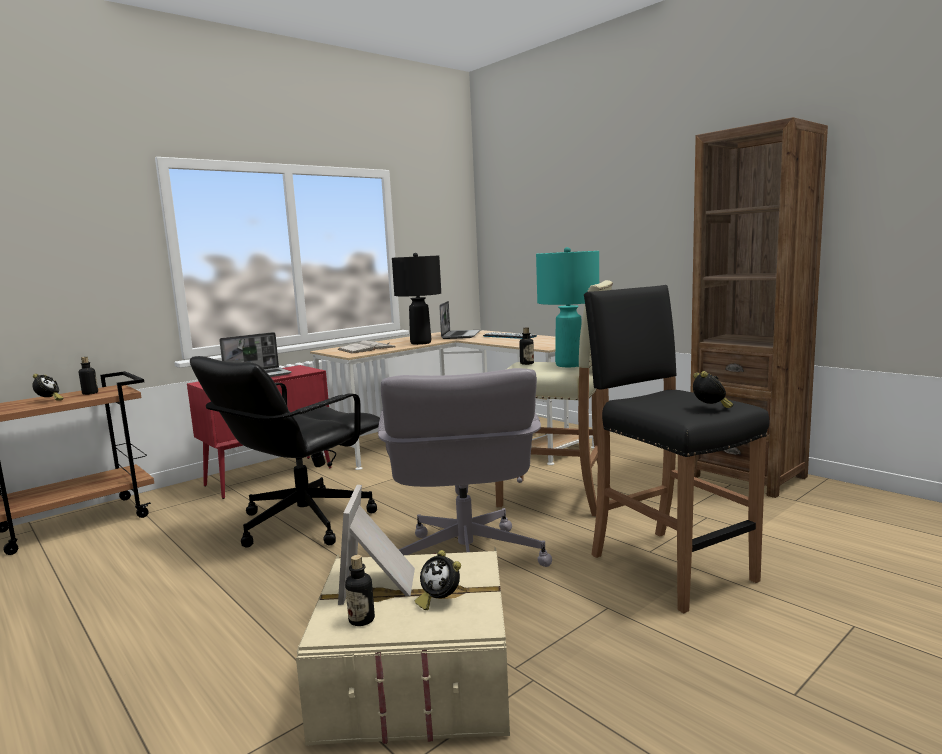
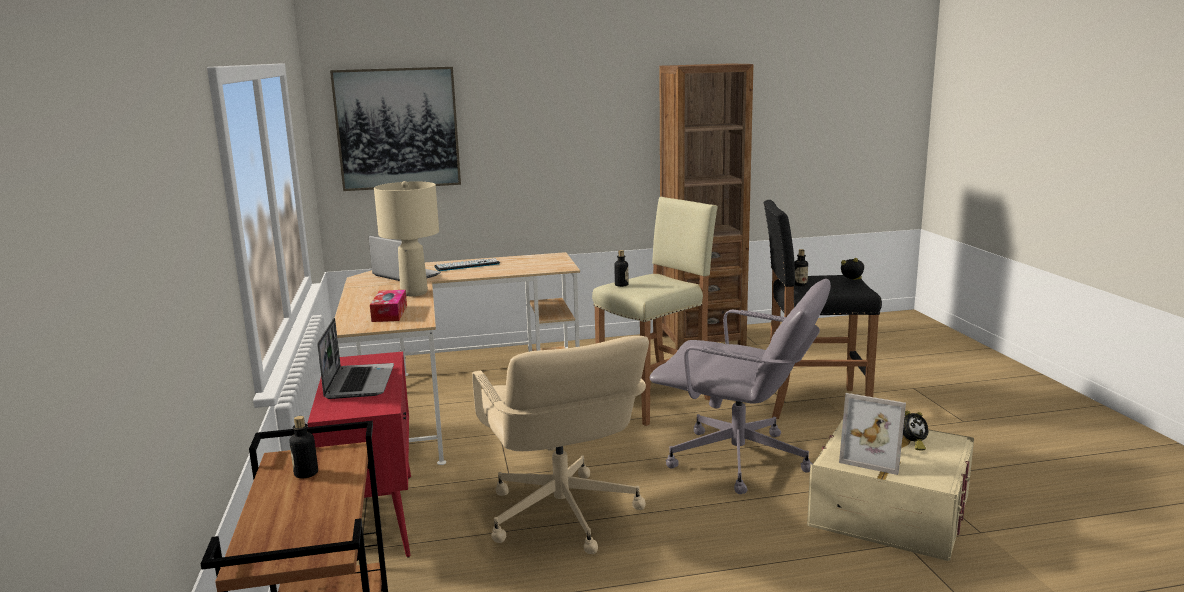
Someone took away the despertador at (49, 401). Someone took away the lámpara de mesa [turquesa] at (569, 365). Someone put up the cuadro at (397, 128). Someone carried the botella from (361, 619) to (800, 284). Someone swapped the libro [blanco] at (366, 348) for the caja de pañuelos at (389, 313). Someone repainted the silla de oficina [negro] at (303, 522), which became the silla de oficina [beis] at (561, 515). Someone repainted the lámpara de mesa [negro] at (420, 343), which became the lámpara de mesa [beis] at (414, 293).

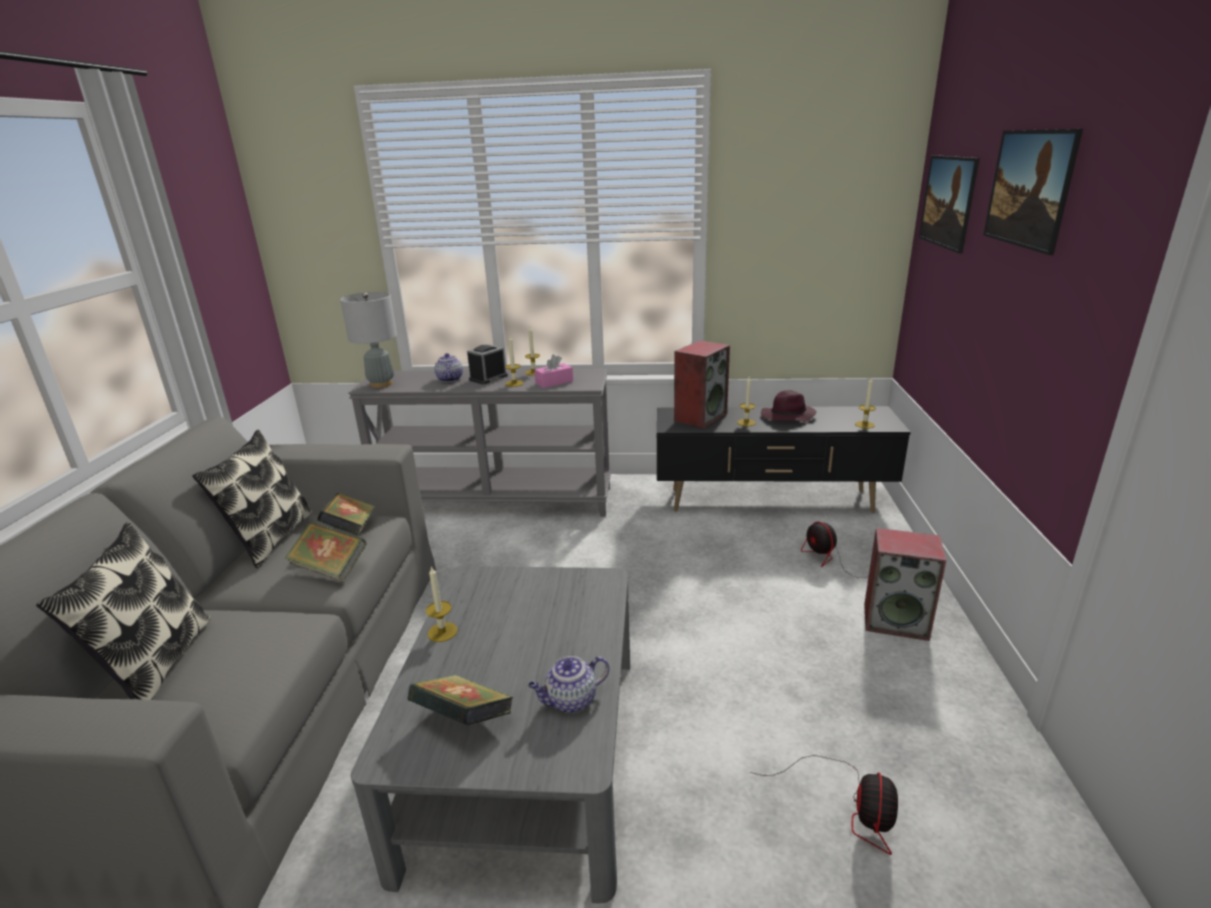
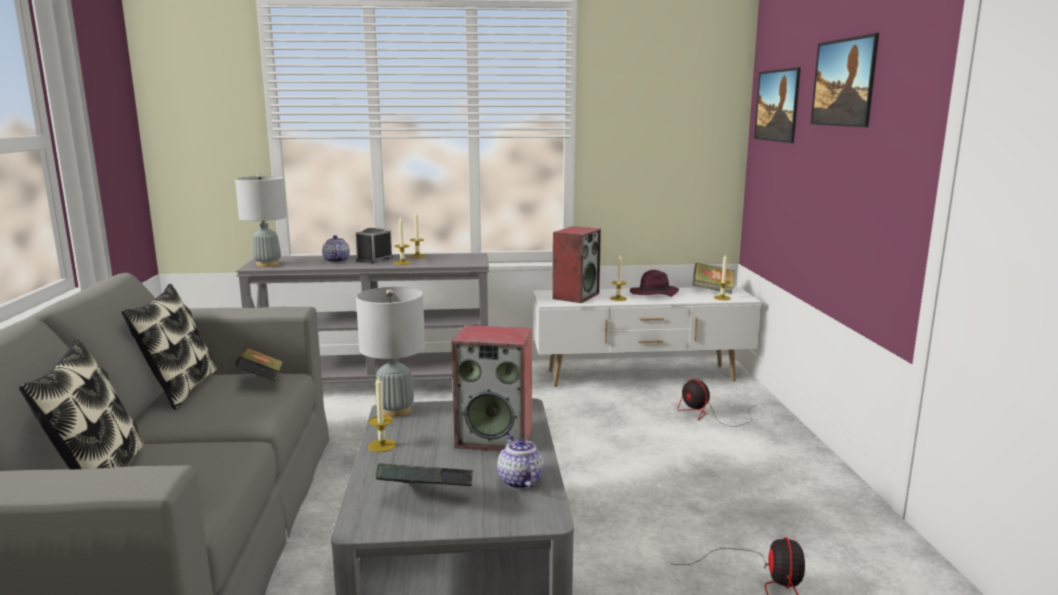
Someone took away the caja de pañuelos [rosa] at (554, 382). Someone put down the lámpara de mesa [gris] at (395, 411). Someone carried the libro from (330, 569) to (713, 290). Someone carried the altavoz from (896, 621) to (495, 438). Someone repainted the mueble de televisión [negro] at (770, 501), which became the mueble de televisión [blanco] at (641, 376). Someone rotated the tetera at (570, 701) by 105 degrees clockwise.

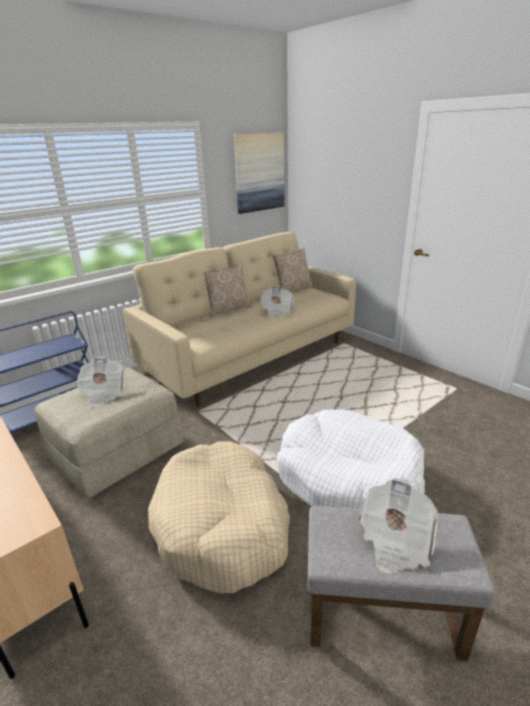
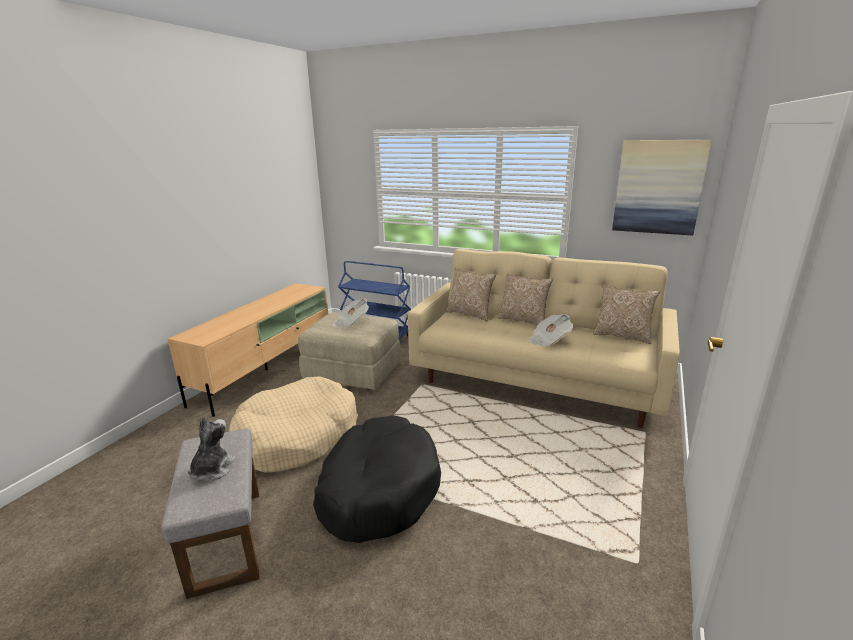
Someone put down the cojín at (470, 314). Someone swapped the periódico at (395, 541) for the peluche at (212, 470). Someone repainted the cama para perro [blanco] at (348, 477), which became the cama para perro [negro] at (378, 489).

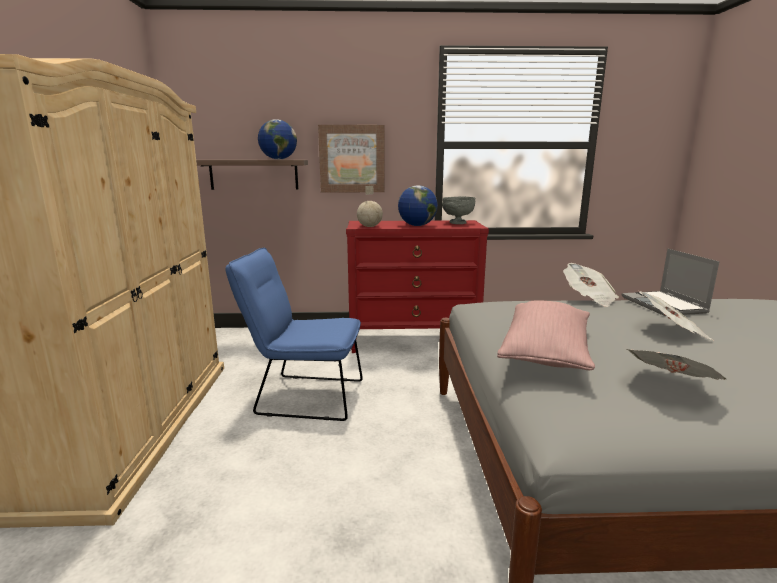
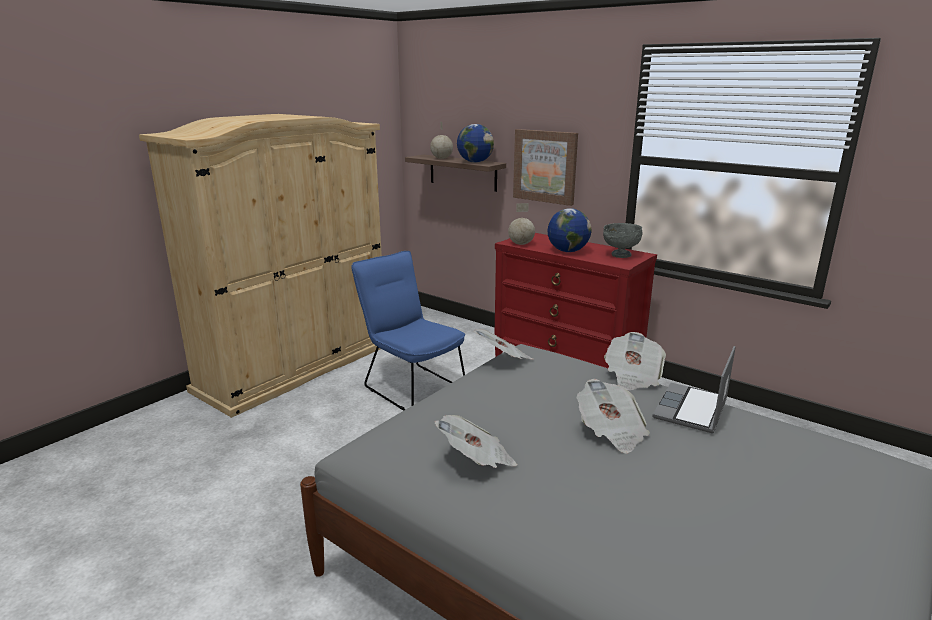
Someone took away the cojín [rosa] at (546, 353). Someone put down the globo terráqueo at (442, 158). Someone put down the periódico at (503, 359).

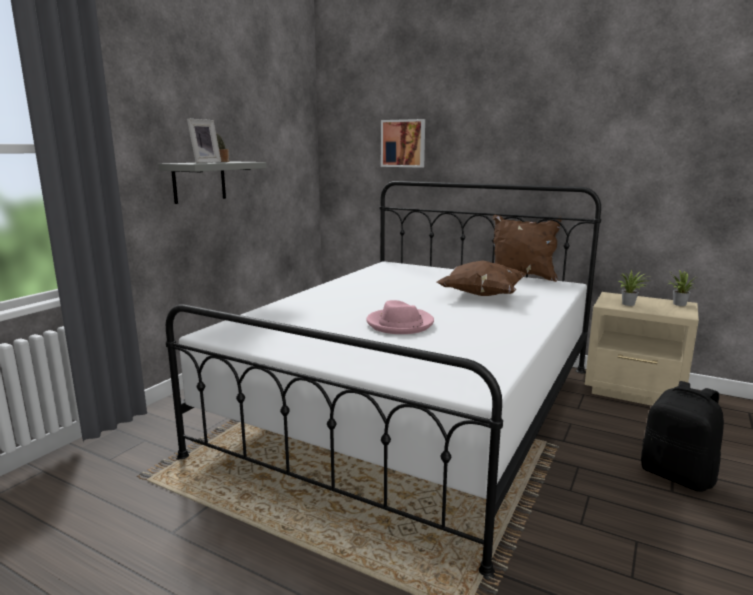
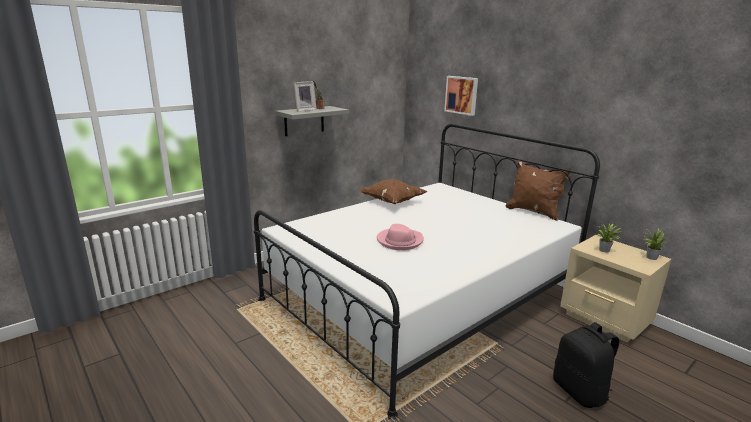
Someone carried the cojín [marrón] from (481, 295) to (391, 202).

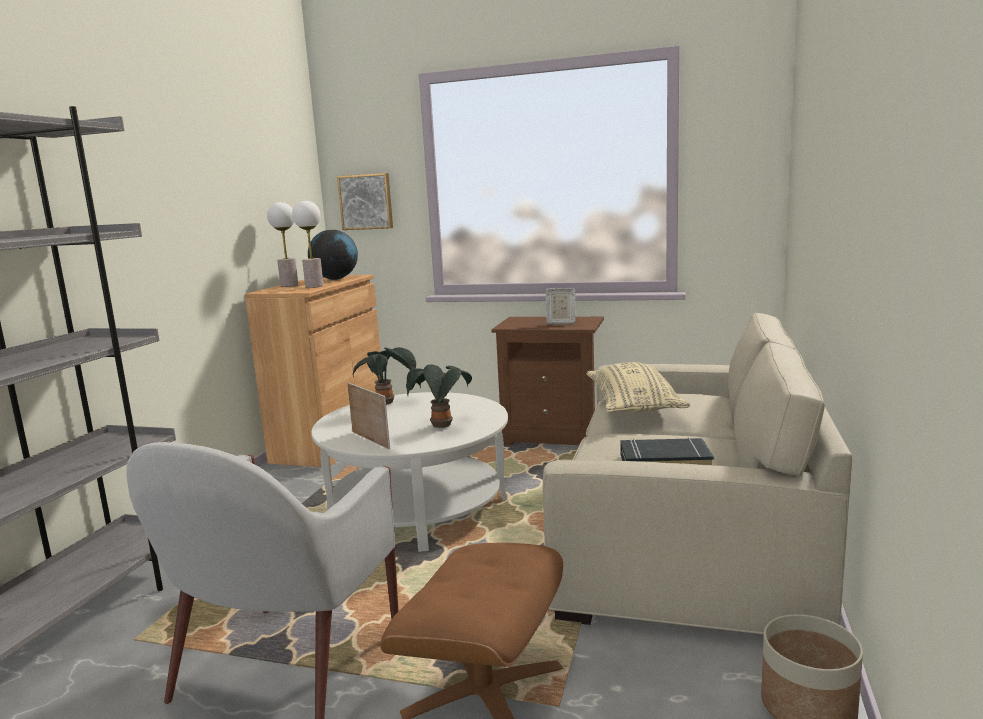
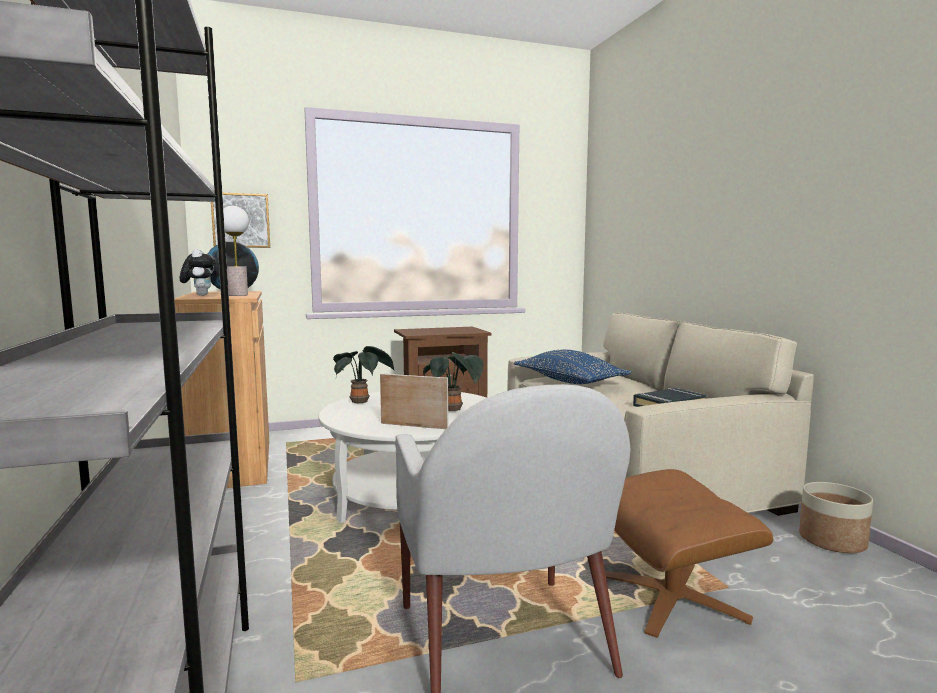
Someone took away the portarretratos at (560, 323). Someone swapped the lámpara de mesa at (289, 285) for the peluche at (200, 295). Someone repainted the cojín [beis] at (633, 405), which became the cojín [azul] at (569, 381).

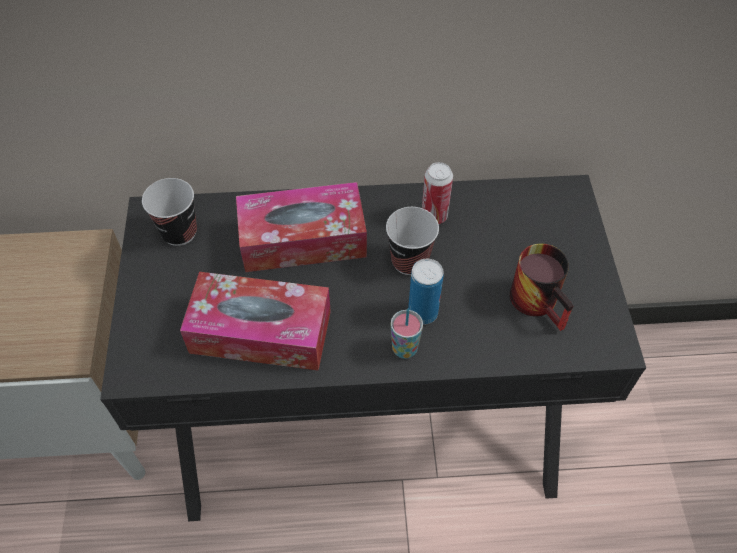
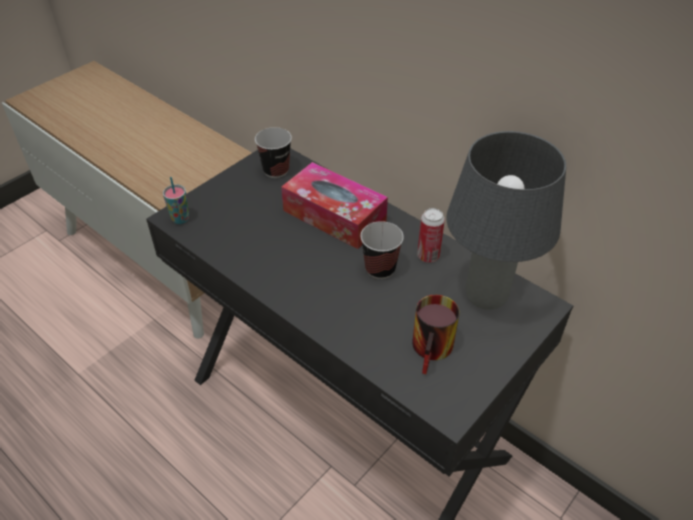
Someone took away the caja de pañuelos at (261, 332). Someone took away the lata at (422, 313). Someone put down the lámpara de mesa [gris] at (486, 298). Someone carried the taza from (404, 349) to (180, 219).

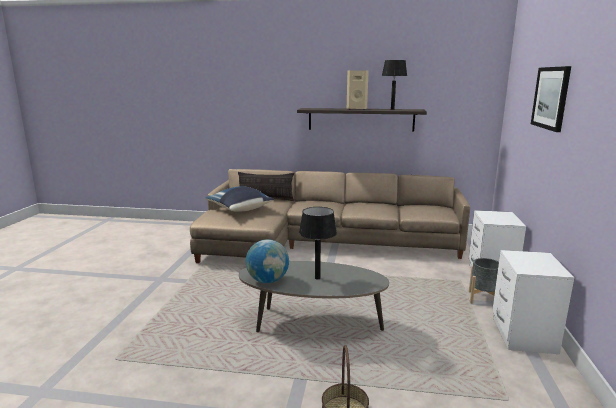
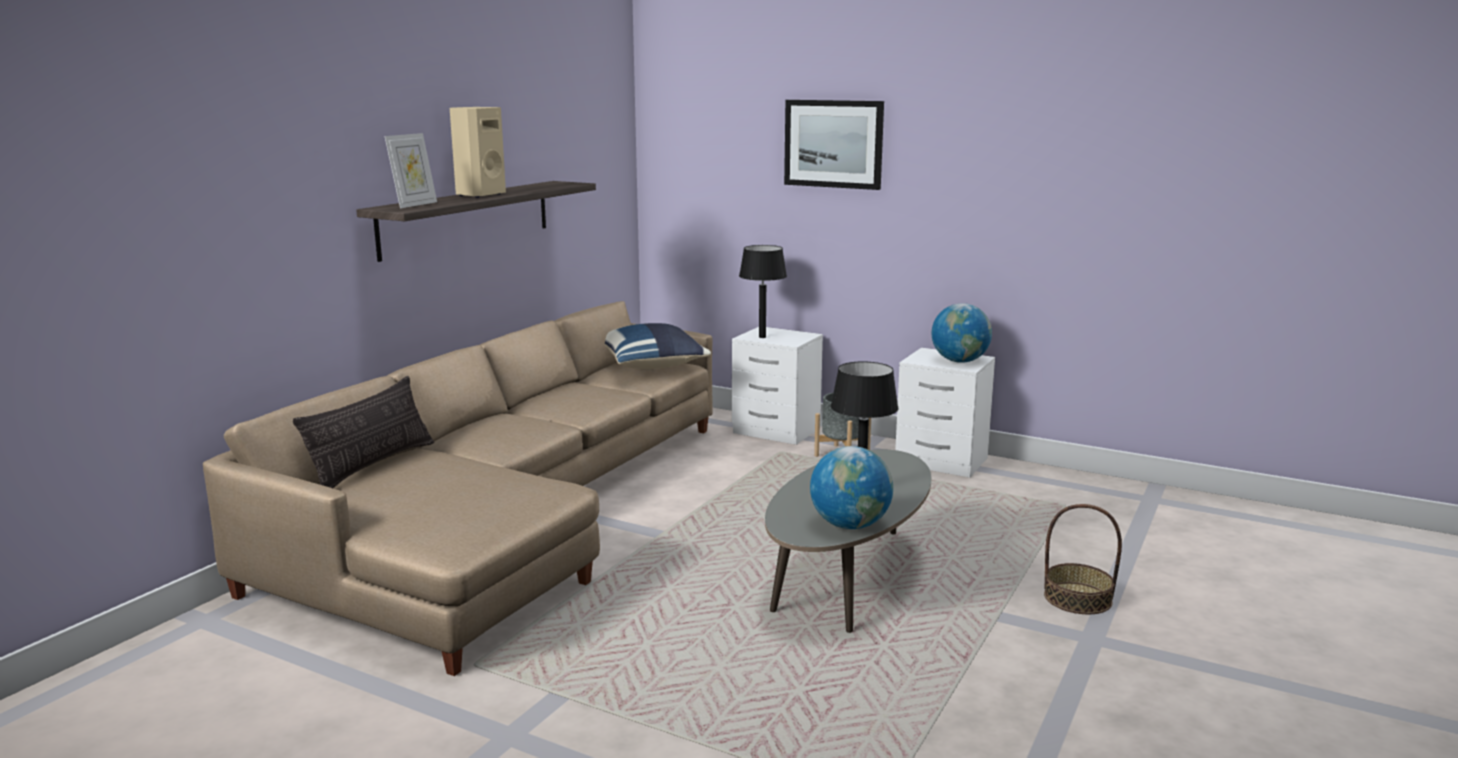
Someone put down the portarretratos at (414, 205). Someone put down the globo terráqueo at (959, 361). Someone carried the cojín [azul] from (240, 209) to (653, 366). Someone carried the lámpara de mesa [negro] from (392, 109) to (762, 337).

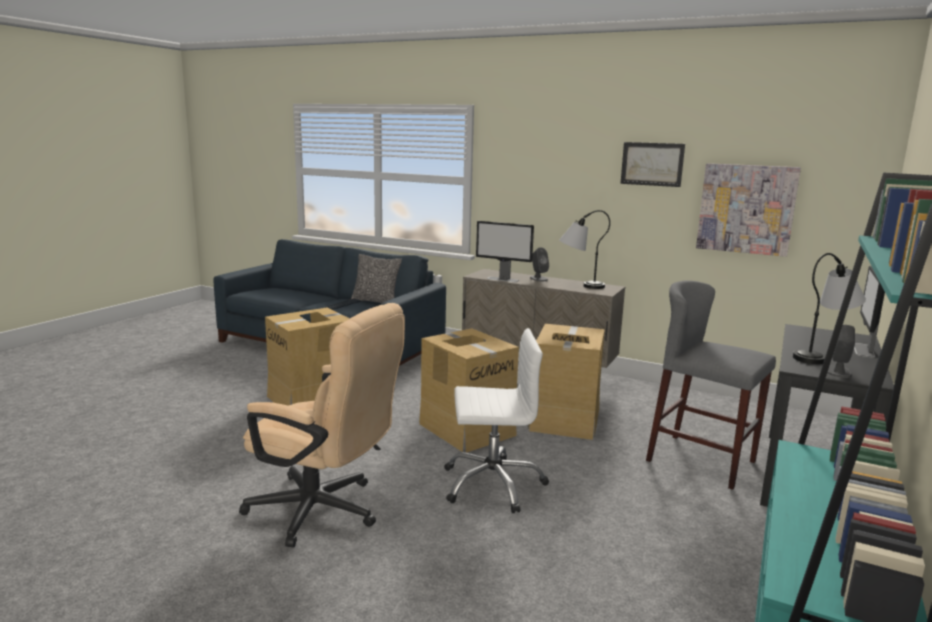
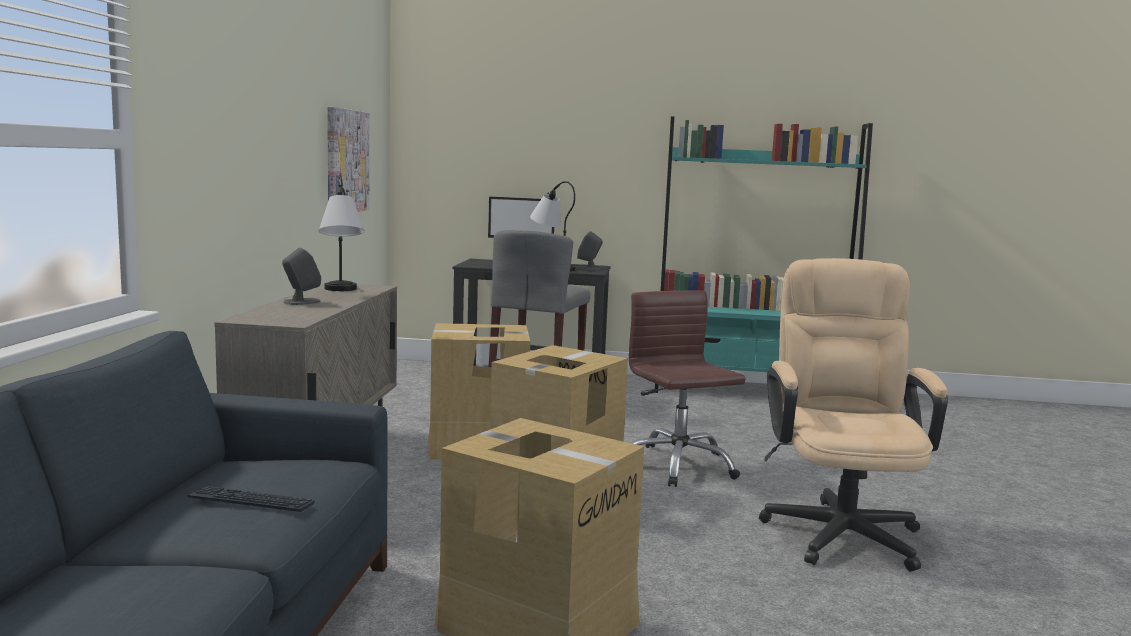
Someone took away the cojín at (376, 302). Someone took away the monitor at (503, 279). Someone took away the cuadro at (652, 164). Someone repainted the silla de oficina [blanco] at (492, 484), which became the silla de oficina [marrón] at (677, 465).

